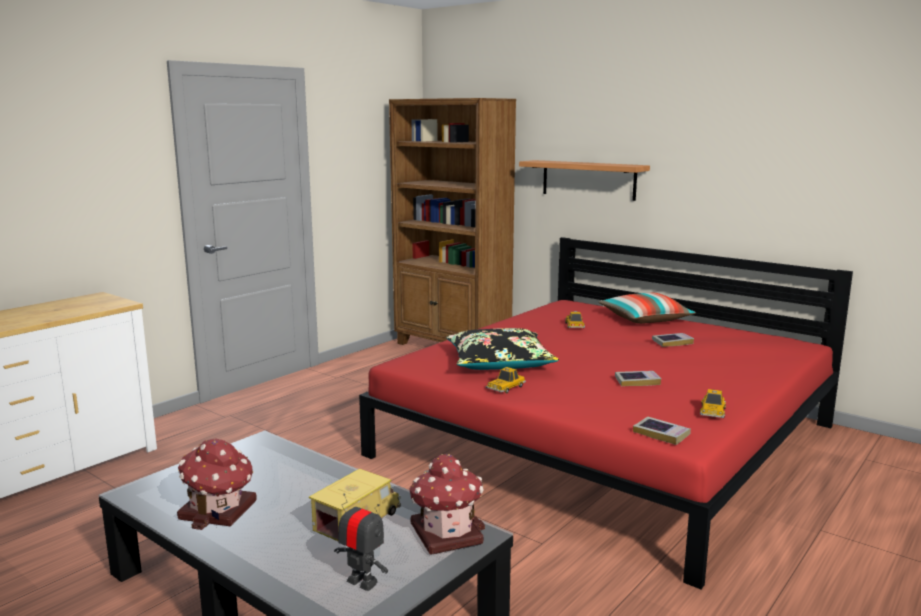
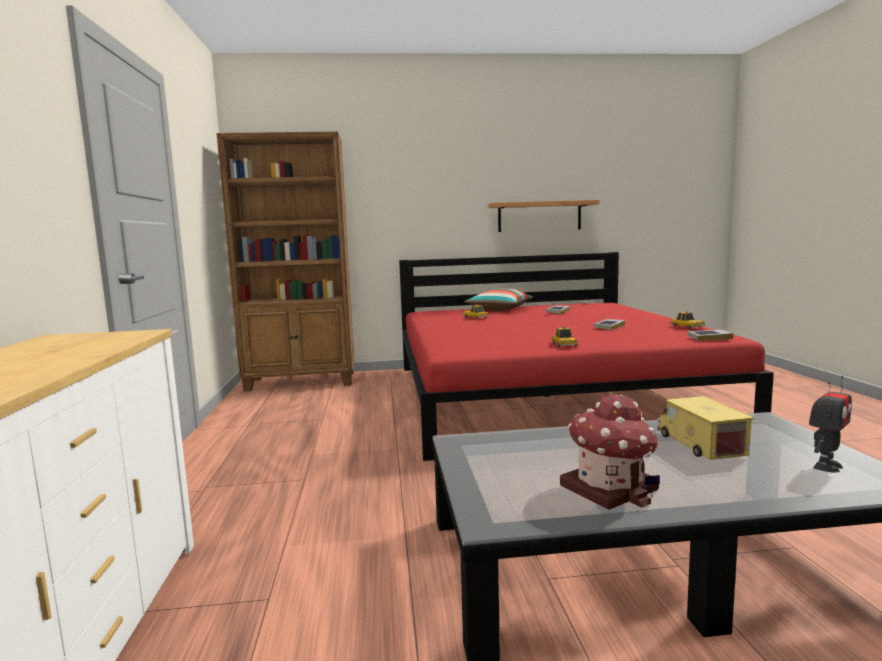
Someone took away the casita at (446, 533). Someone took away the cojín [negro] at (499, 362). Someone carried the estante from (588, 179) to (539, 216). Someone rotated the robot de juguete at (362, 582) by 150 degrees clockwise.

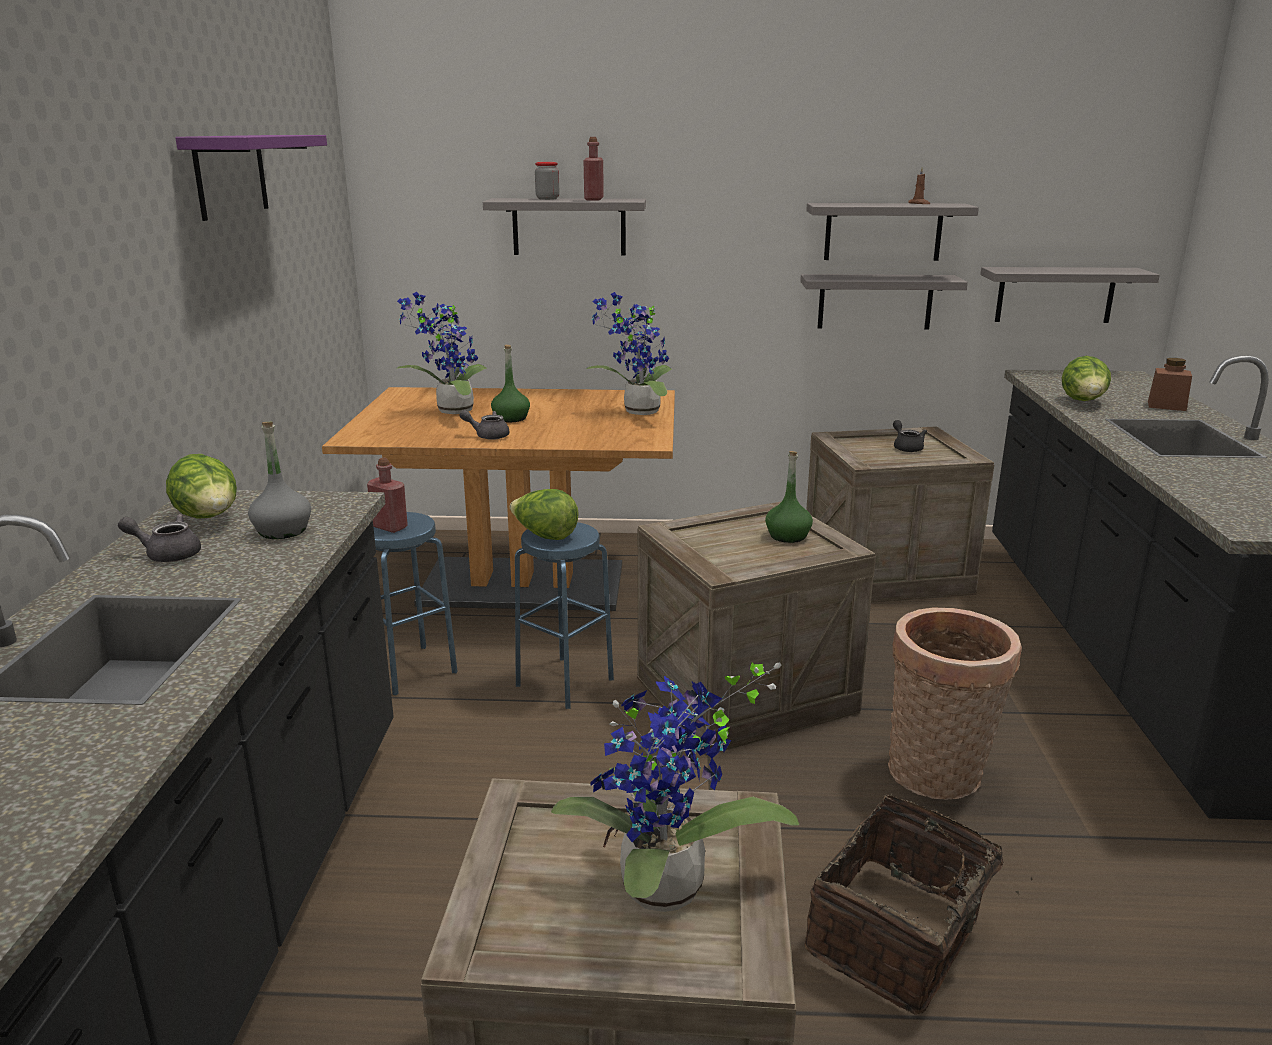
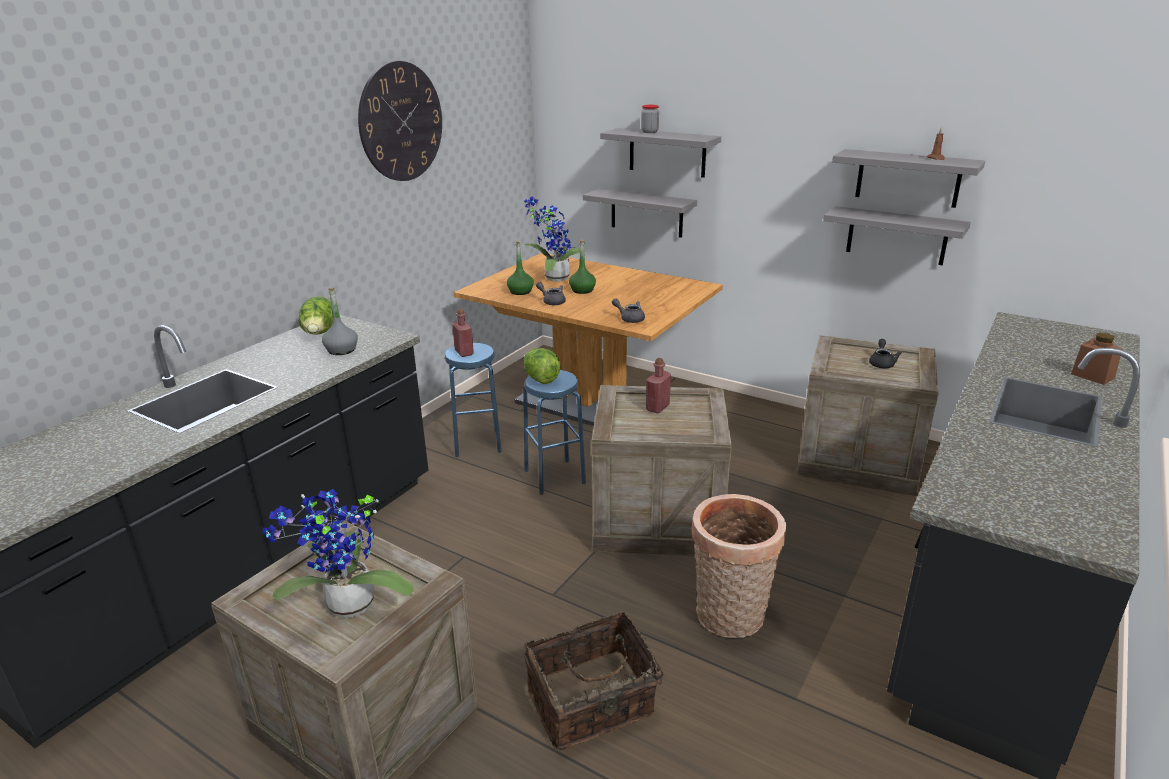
Someone took away the planta en maceta at (637, 412). Someone took away the lechuga at (1083, 402). Someone carried the tetera [gris] from (167, 554) to (629, 319). Someone carried the botella [rojo] from (594, 199) to (657, 407). Someone carried the botella [verde] from (787, 536) to (520, 291). Someone carried the estante [gris] from (1055, 295) to (646, 213). Someone swapped the estante [morado] at (231, 175) for the reloj de pared at (401, 122).

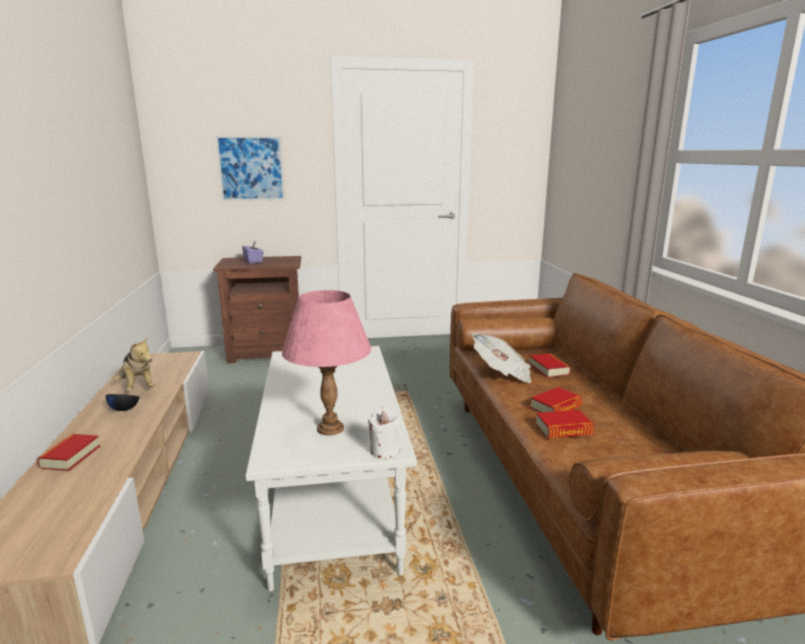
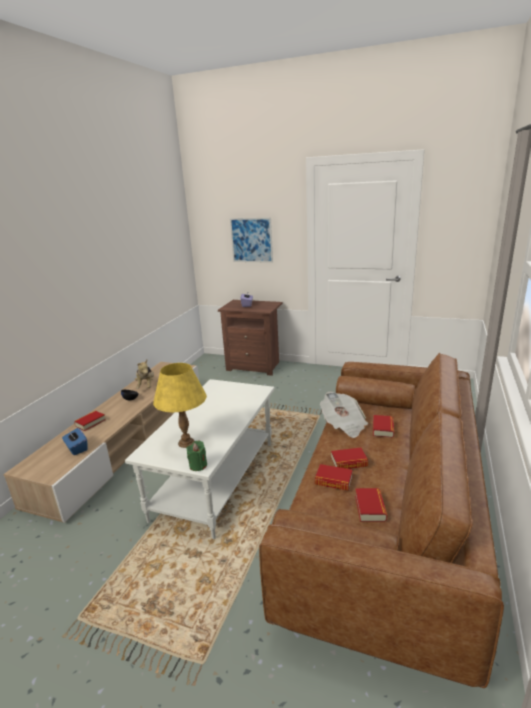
Someone put down the caja de pañuelos [azul] at (76, 448). Someone put down the libro at (370, 508). Someone repainted the lámpara de mesa [rosa] at (330, 429), which became the lámpara de mesa [amarillo] at (186, 443). Someone repainted the vela [blanco] at (384, 450), which became the vela [verde] at (198, 465).

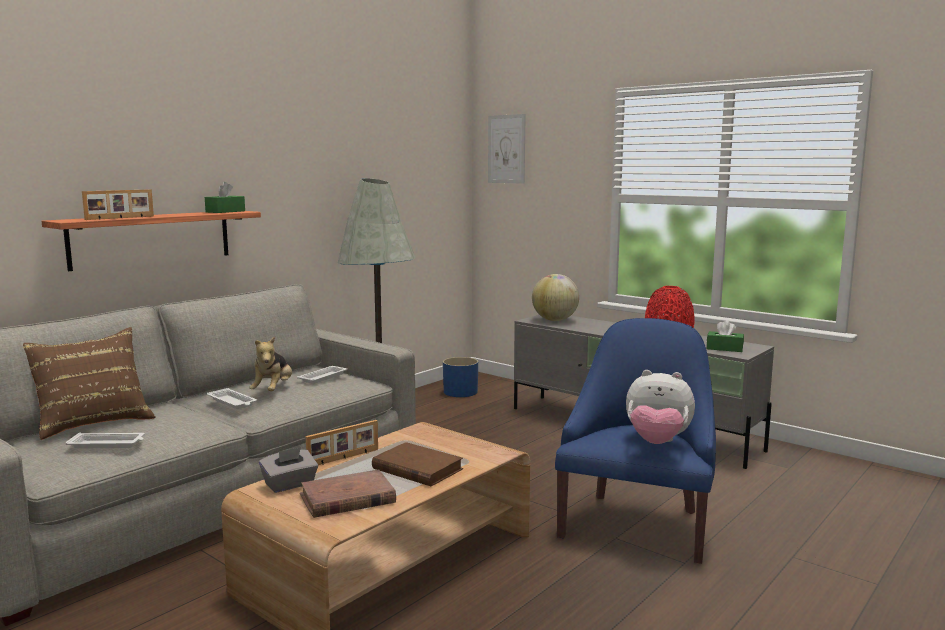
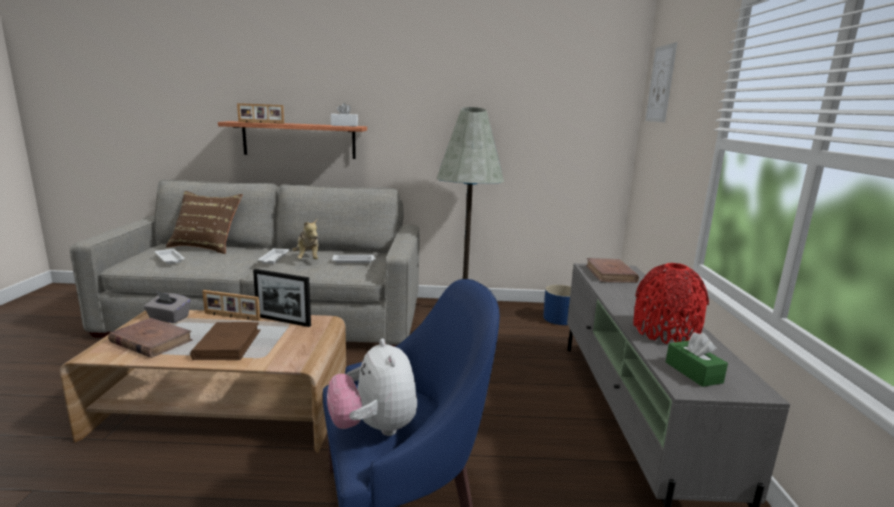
Someone put down the portarretratos at (283, 321). Someone swapped the globo terráqueo at (555, 320) for the libro [marrón] at (610, 274). Someone repainted the caja de pañuelos [verde] at (225, 211), which became the caja de pañuelos [blanco] at (344, 125). Someone rotated the peluche at (273, 390) by 75 degrees counterclockwise.

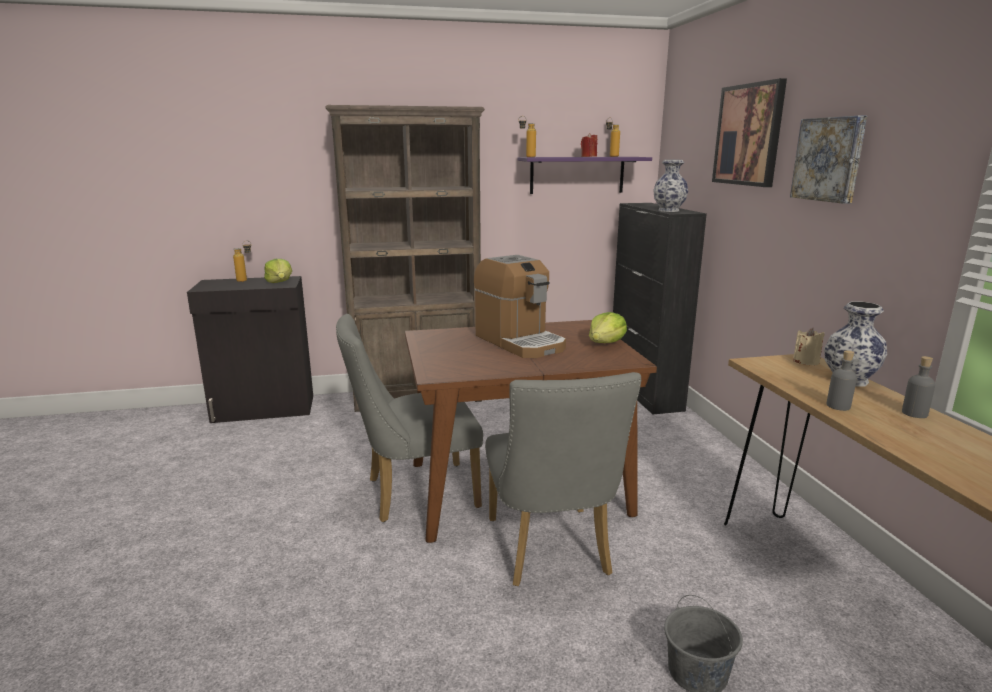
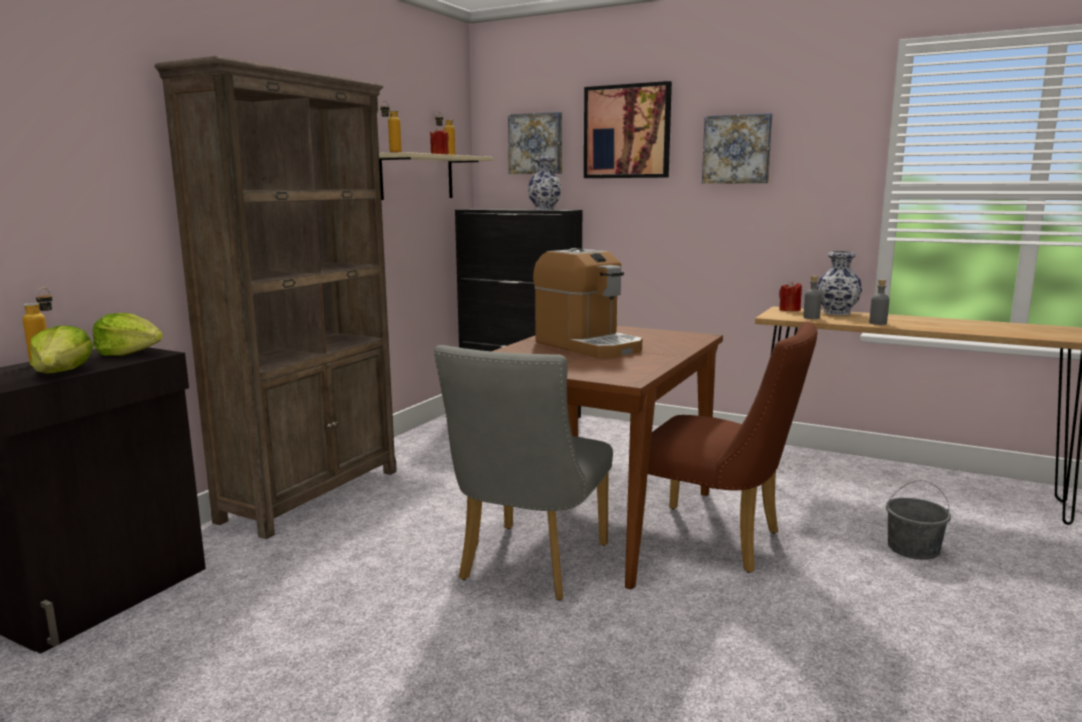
Someone put up the cuadro at (536, 144). Someone carried the lechuga from (605, 343) to (63, 372). Someone carried the botella [gris] from (914, 413) to (811, 317). Someone repainted the silla [gris] at (551, 552), which became the silla [marrón] at (718, 541). Someone repainted the estante [morado] at (577, 175), which became the estante [beis] at (417, 177). Someone repainted the vela [beis] at (806, 361), which became the vela [rojo] at (789, 310). Someone rotated the cafetera at (519, 342) by 45 degrees clockwise.

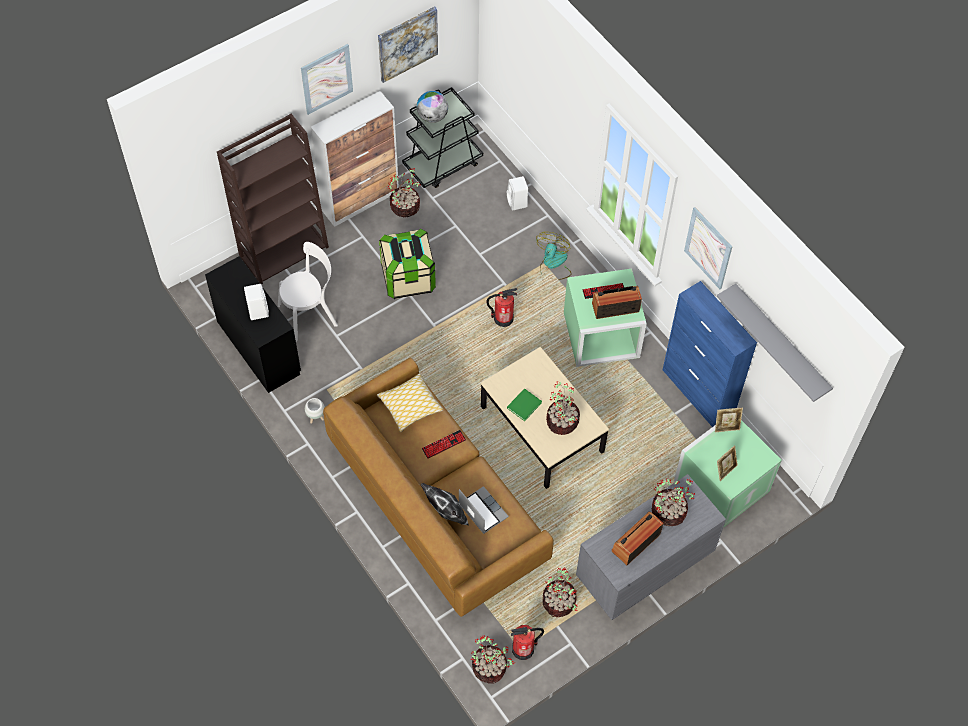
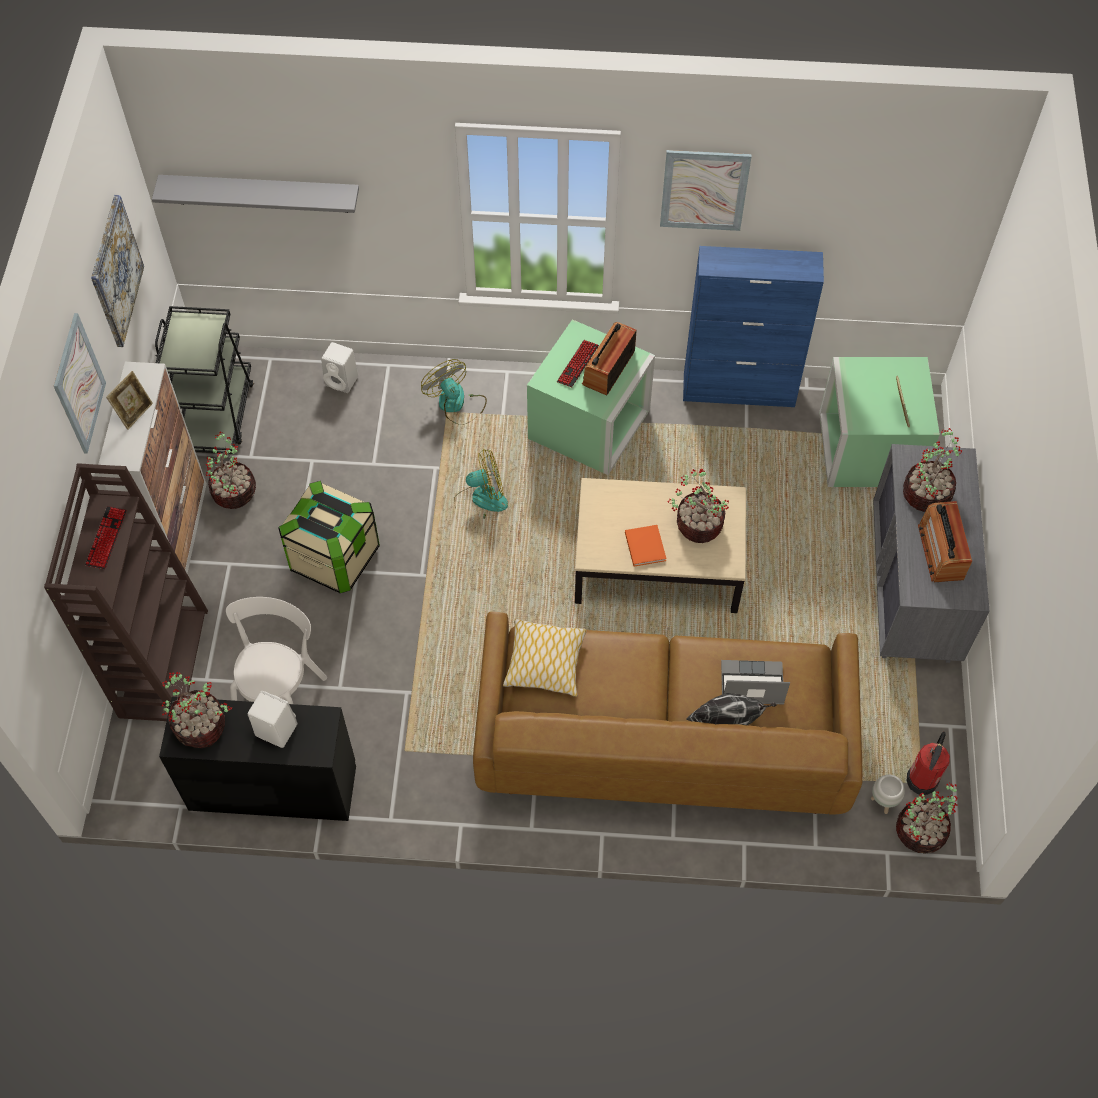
Someone took away the globo terráqueo at (432, 117). Someone carried the maceta [blanco] from (316, 418) to (882, 802). Someone carried the teclado from (443, 444) to (106, 538). Someone carried the planta en maceta from (559, 603) to (202, 726). Someone carried the portarretratos from (726, 426) to (135, 413). Someone carried the estante [gris] from (780, 342) to (261, 193). Someone swapped the extintor at (503, 319) for the ventilador at (480, 501). Someone repainted the libro [verde] at (525, 404), which became the libro [naranja] at (645, 545).

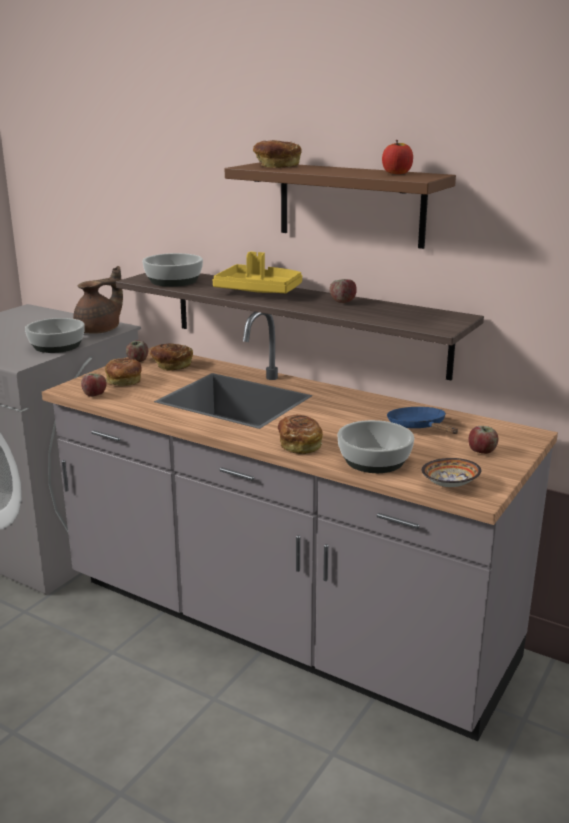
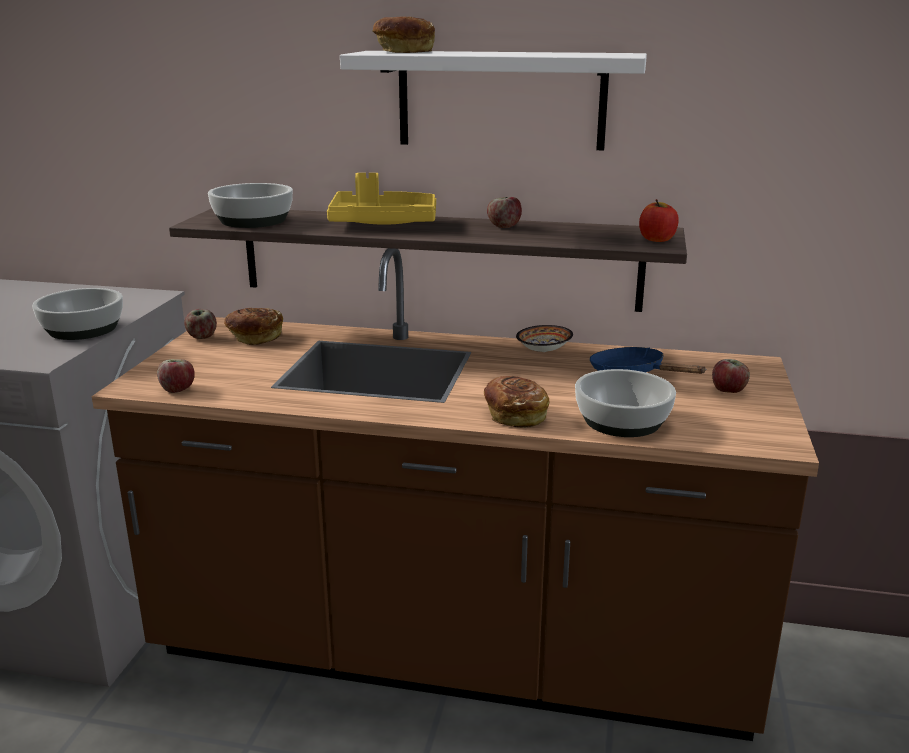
Someone took away the tetera [marrón] at (100, 330). Someone took away the pan at (124, 381). Someone carried the manzana from (397, 173) to (657, 239). Someone carried the cuenco from (448, 485) to (542, 351). Someone repainted the mueble bajo de cocina [gris] at (284, 625), which became the mueble bajo de cocina [marrón] at (454, 652). Someone repainted the estante [marrón] at (351, 204), which became the estante [blanco] at (501, 100).

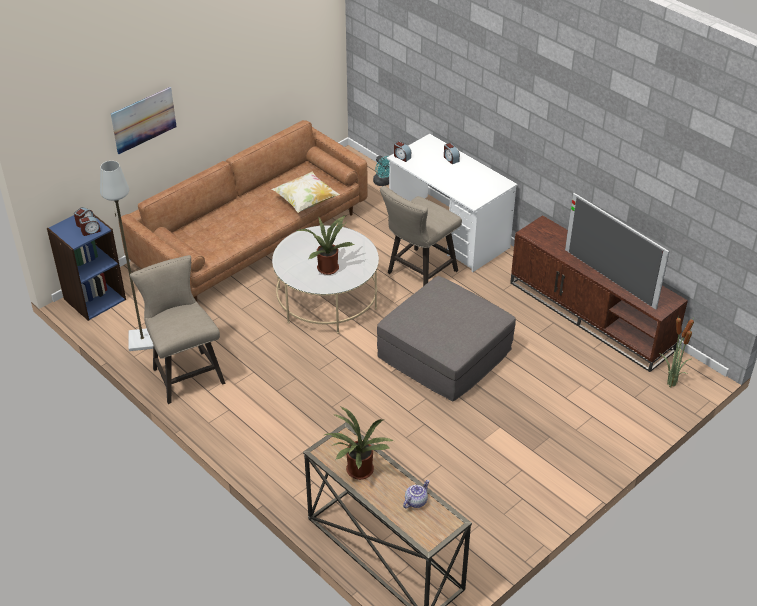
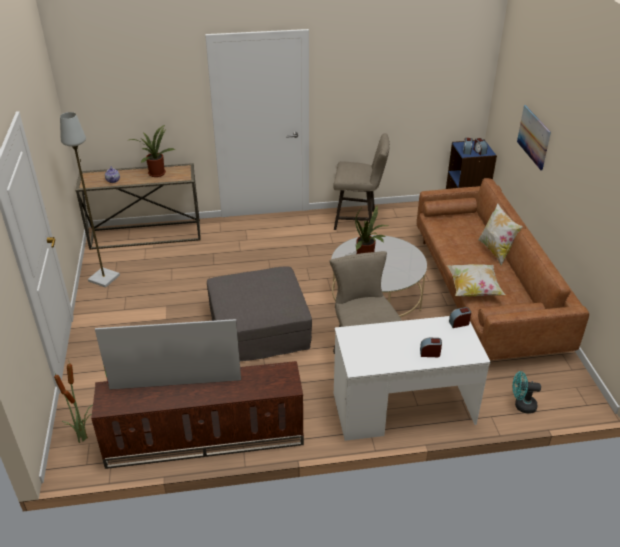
Someone put down the cojín at (495, 251). Someone carried the lámpara de pie [gris] from (142, 341) to (104, 278).

